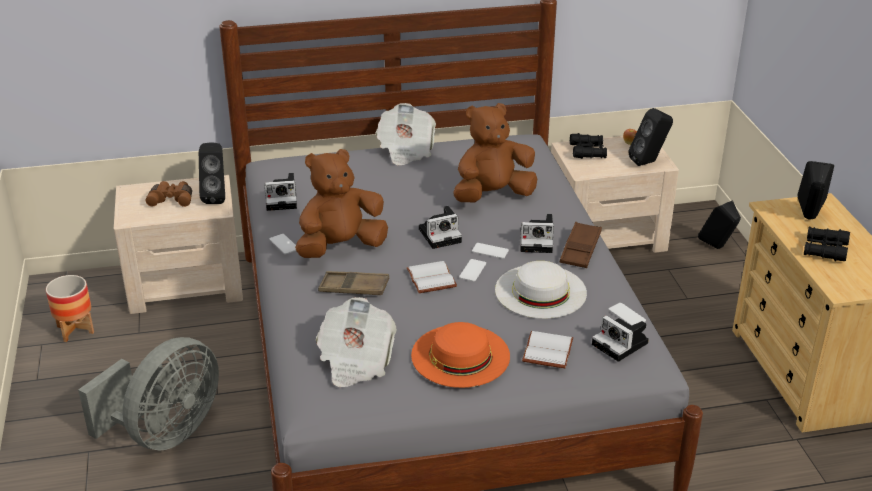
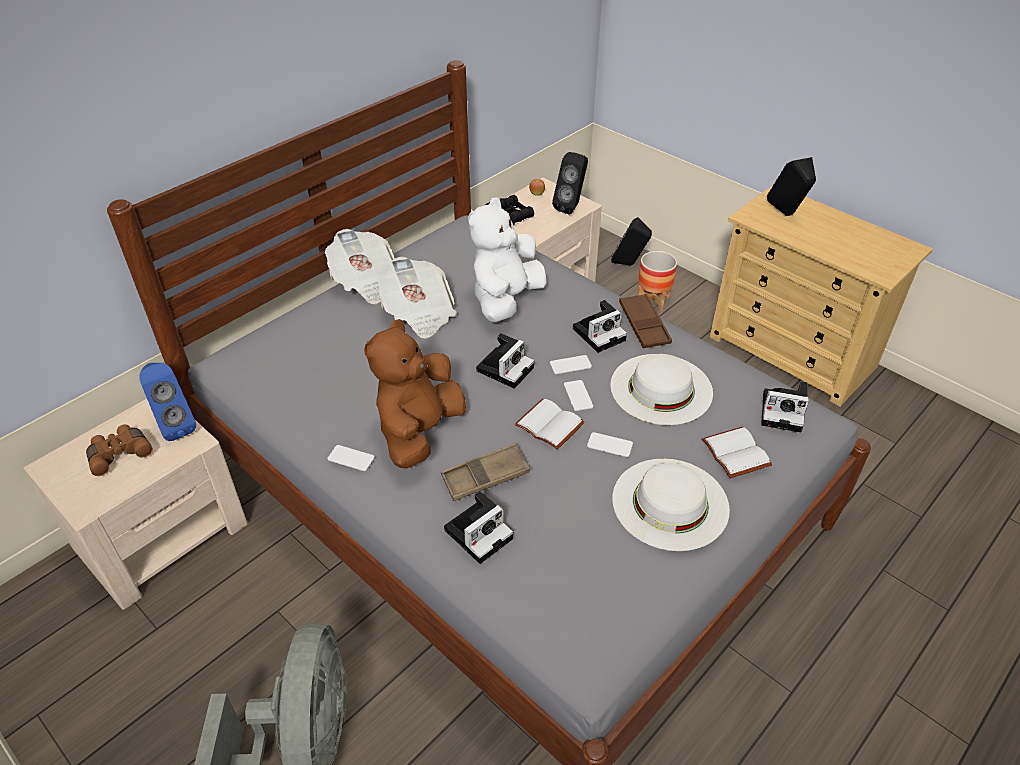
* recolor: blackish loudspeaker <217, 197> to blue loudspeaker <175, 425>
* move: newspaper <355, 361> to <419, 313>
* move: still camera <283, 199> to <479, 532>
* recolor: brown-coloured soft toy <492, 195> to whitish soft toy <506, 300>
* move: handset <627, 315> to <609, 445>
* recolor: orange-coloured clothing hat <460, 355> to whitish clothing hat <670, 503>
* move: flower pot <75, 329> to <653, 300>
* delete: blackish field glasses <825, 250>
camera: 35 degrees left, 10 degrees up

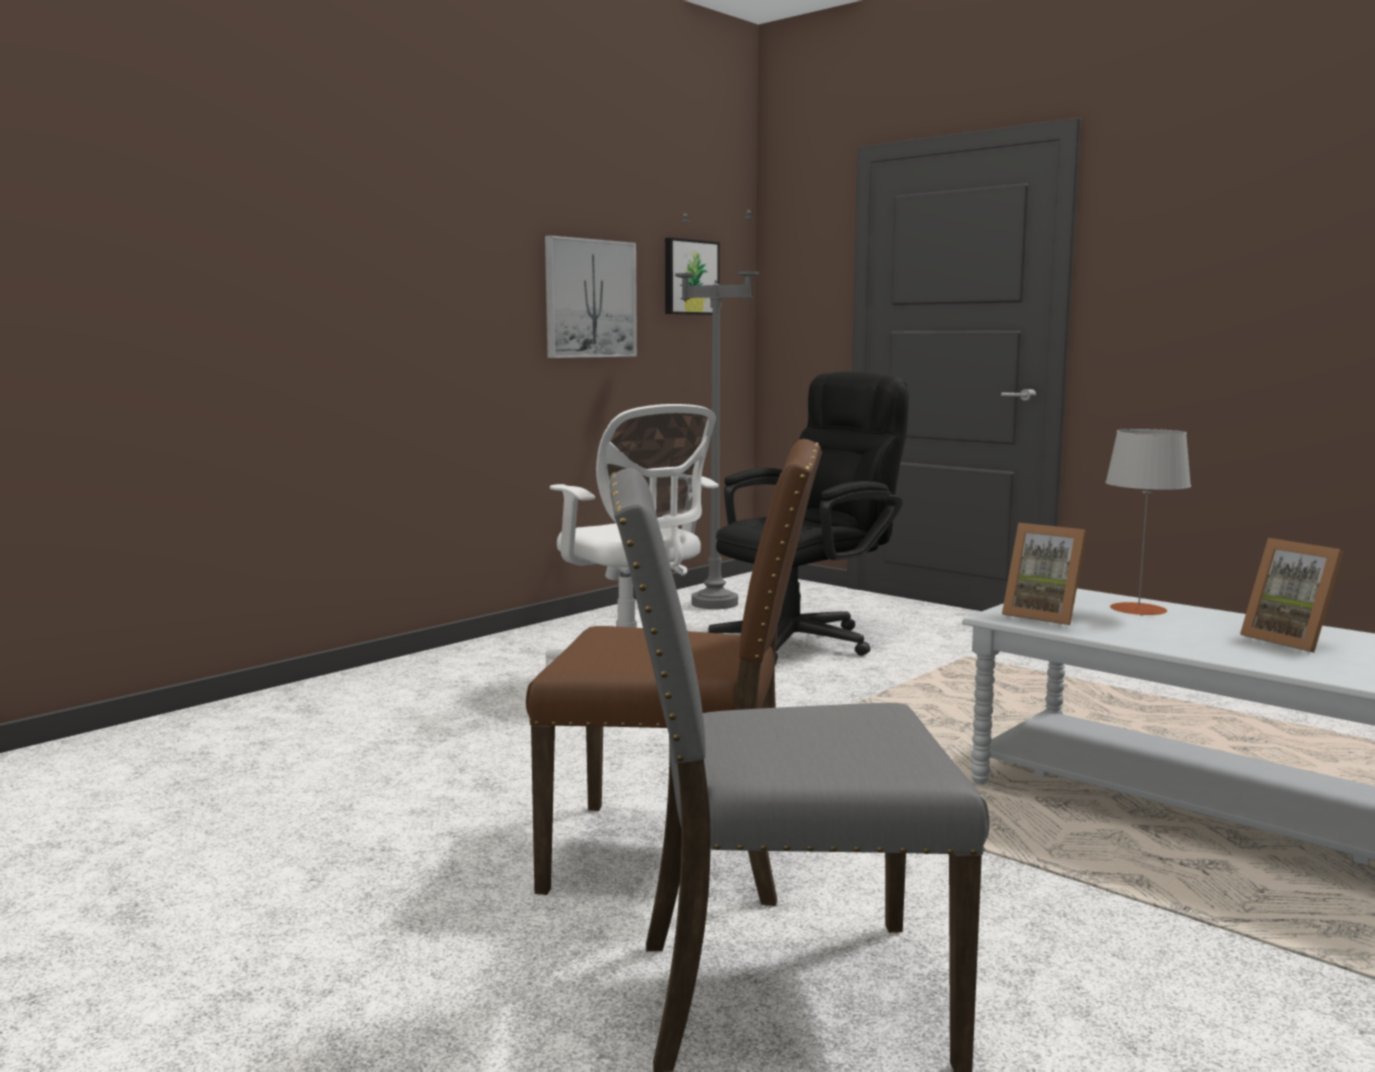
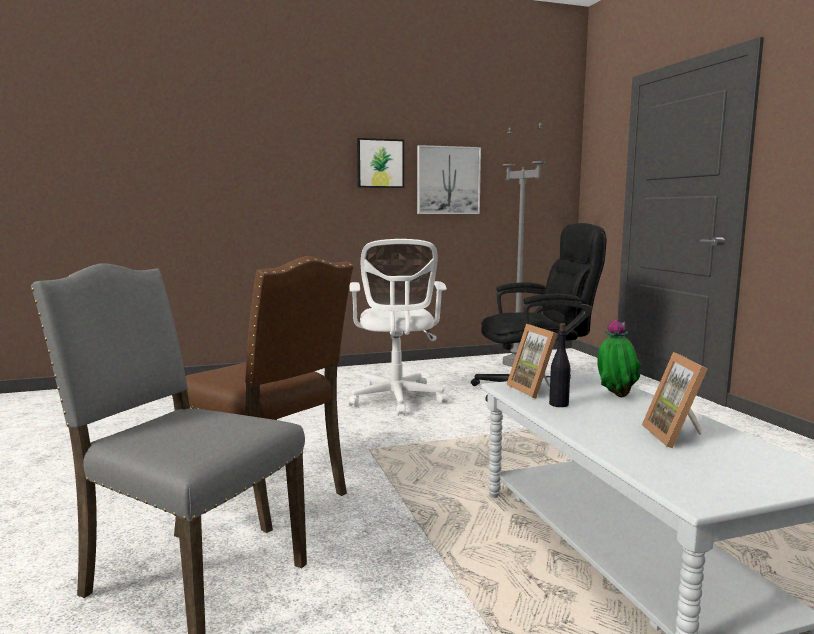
* move: wall picture <689, 277> to <380, 163>
* insert: blackish bottle <559, 404>
* replace: gray table lamp <1138, 609> to houseplant <615, 396>
camera: 30 degrees right, 0 degrees up

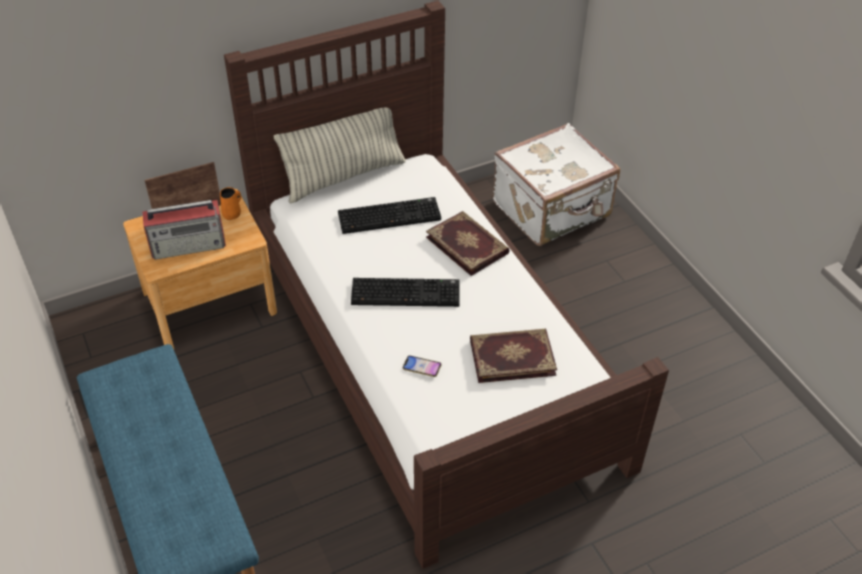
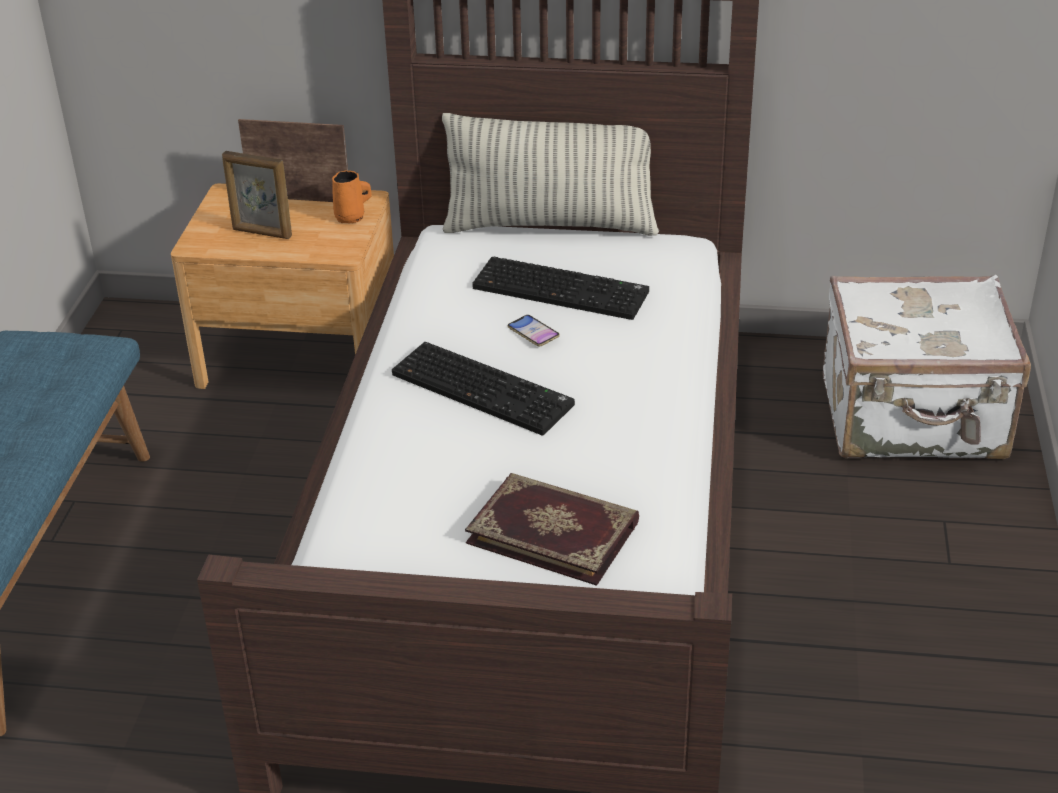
* replace: radio set <189, 245> to photo frame <262, 233>
* move: handset <422, 368> to <533, 334>
* delete: book <468, 244>
camera: 35 degrees right, 10 degrees down

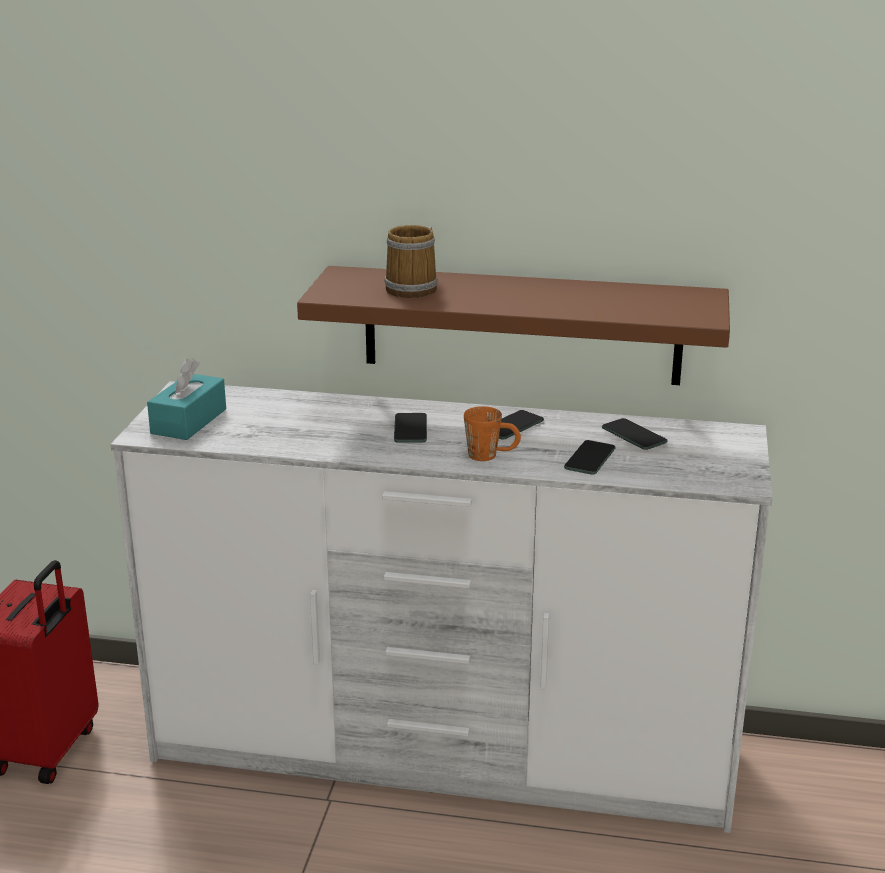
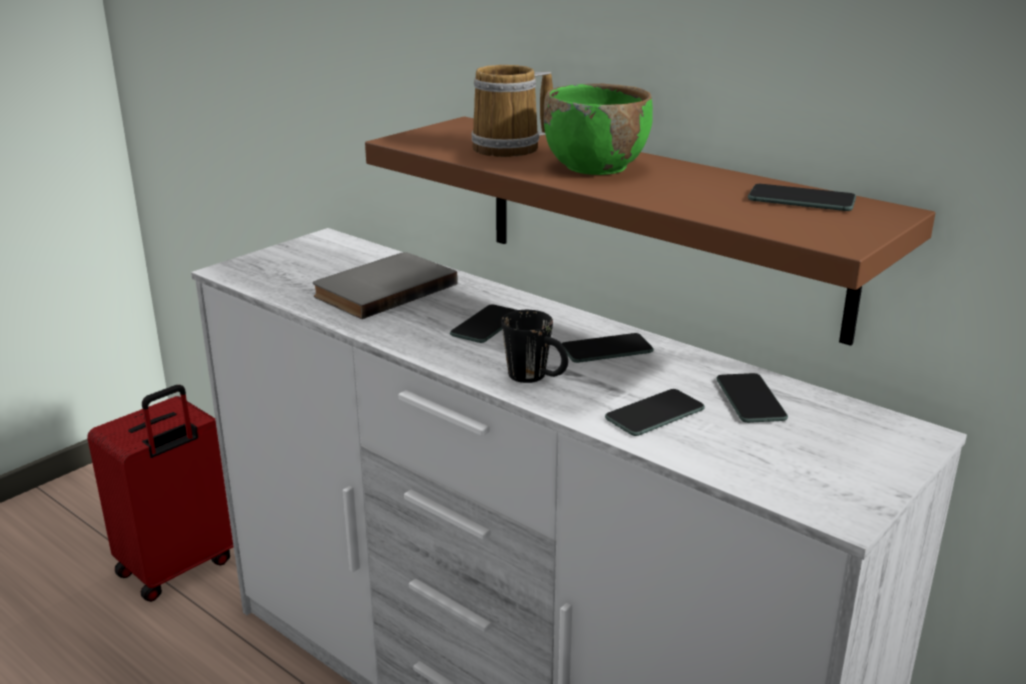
* insert: gray book <382, 289>
* recolor: orange-coloured tea mug <491, 456> to blackish tea mug <537, 378>
* insert: green-coloured bowl <596, 166>
* insert: handset <801, 199>
* delete: blue-green box of tissues <189, 421>
camera: 30 degrees right, 0 degrees up

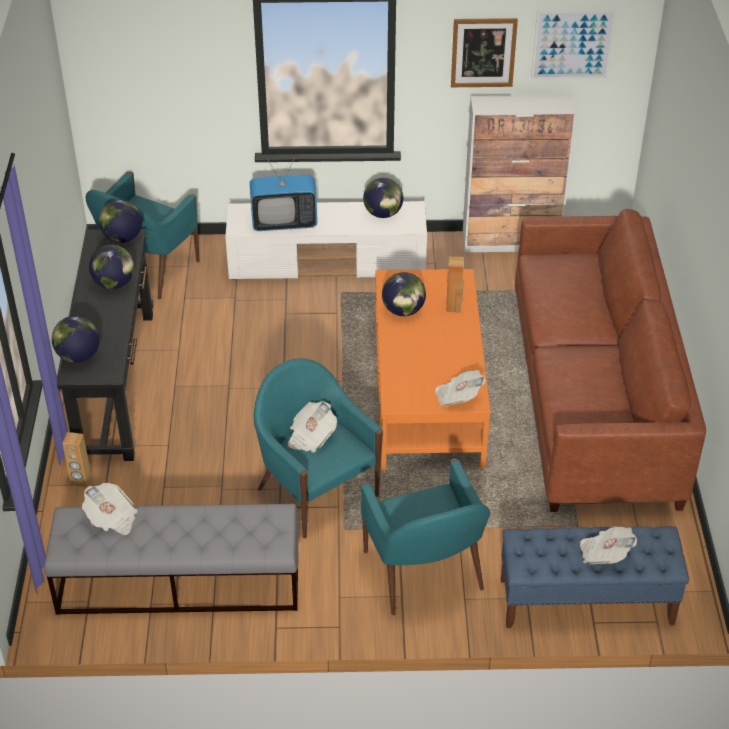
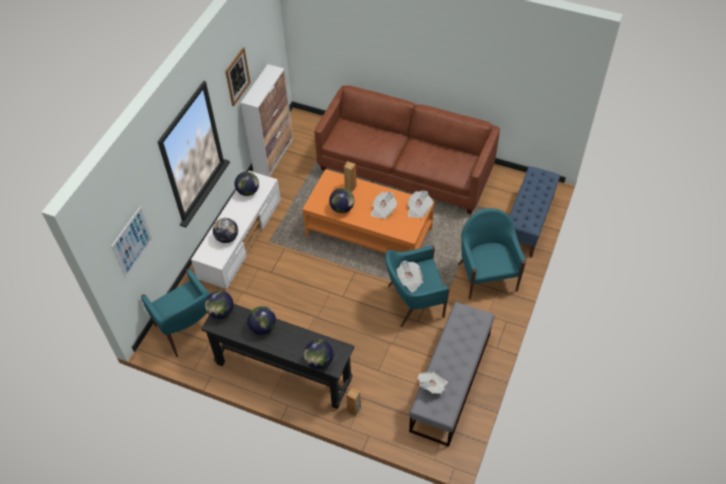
* move: wall picture <572, 44> to <132, 242>
* replace: TV set <284, 223> to desk globe <227, 238>
* move: newspaper <604, 554> to <382, 210>
* rotate: blue-green easy chair <424, 572> = <487, 276> 105 degrees counterclockwise
camera: 65 degrees left, 10 degrees up

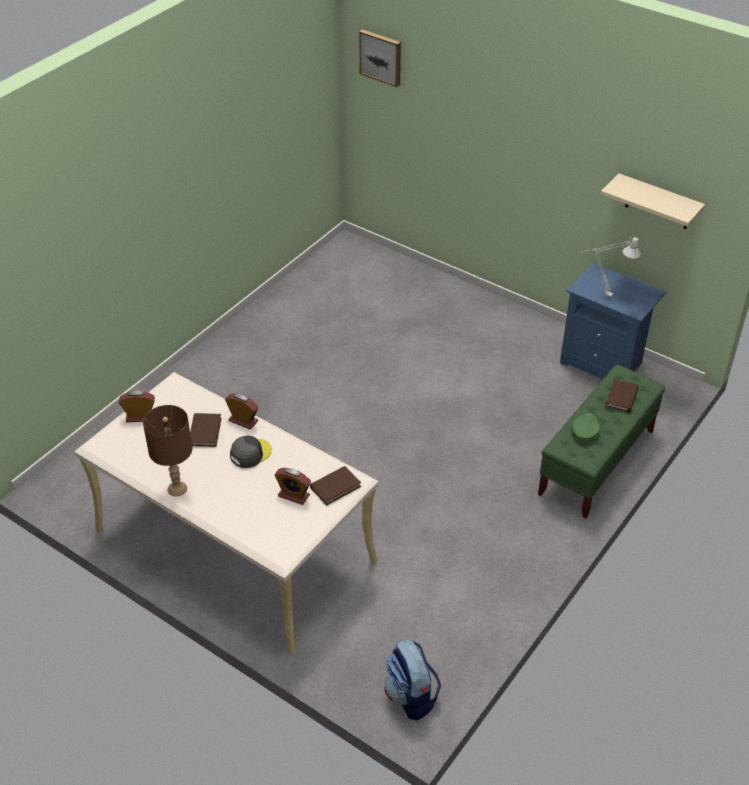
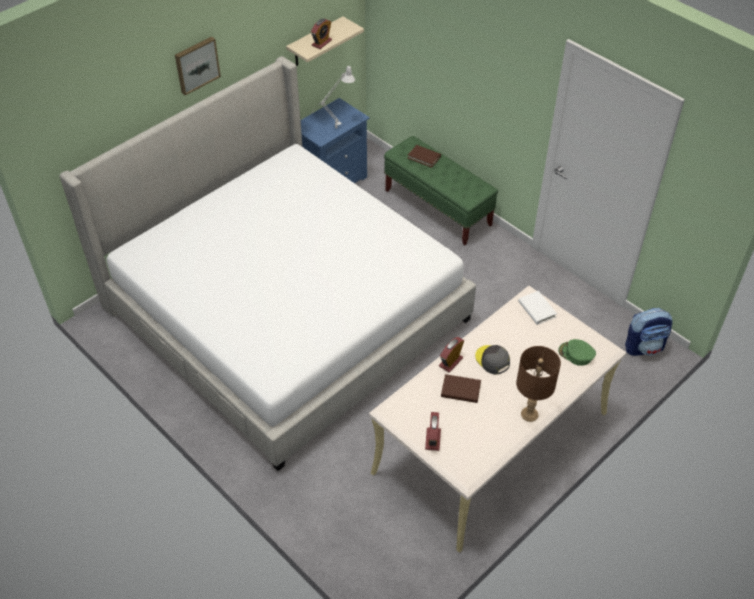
* insert: sleeping bed <286, 313>
* move: wall picture <381, 57> to <196, 64>
* move: table clock <293, 495> to <321, 43>
* recolor: brown-coloured book <335, 487> to whitish book <537, 309>
* move: green-coloured peaked cap <585, 430> to <576, 354>
camera: 80 degrees left, 5 degrees up

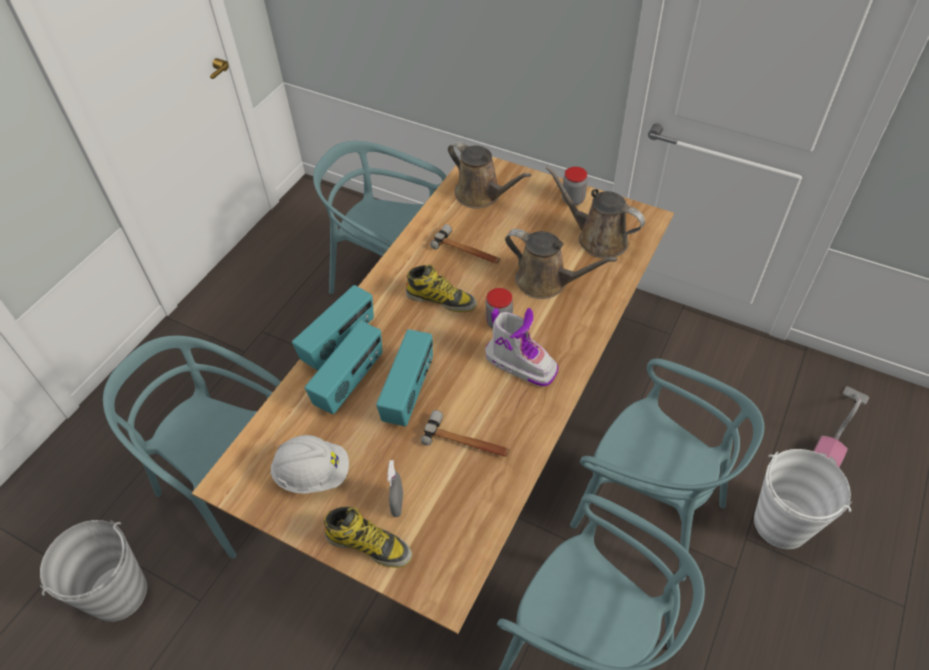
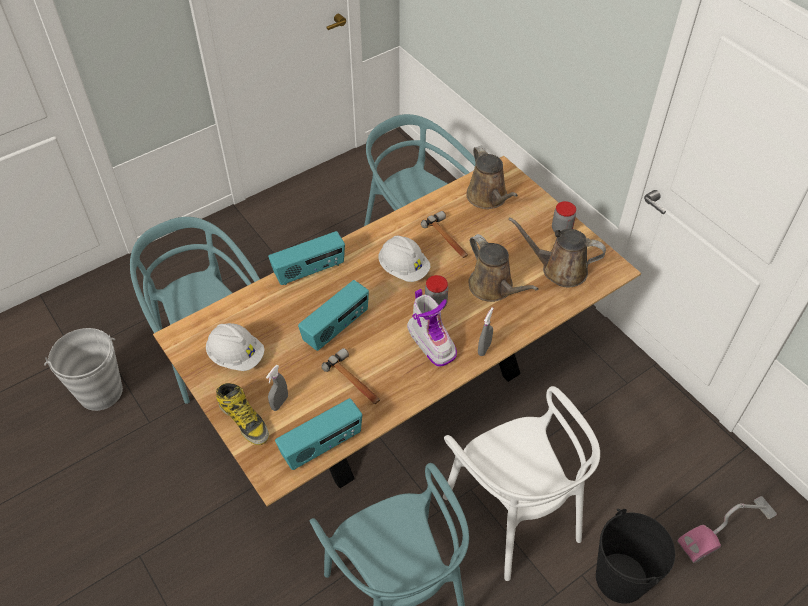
* move: radio set <350, 382> to <322, 446>
* replace: high-top boot <441, 299> to whitish safety helmet <403, 269>
* recolor: blue-green plain chair <648, 509> to whitish plain chair <514, 514>
* insert: gray hand sprayer <484, 348>
* rotate: brown-coloured watering pot <597, 238> = <559, 269> 45 degrees counterclockwise
* recolor: whitish pail <780, 524> to blackish pail <620, 578>
camera: 25 degrees right, 0 degrees up

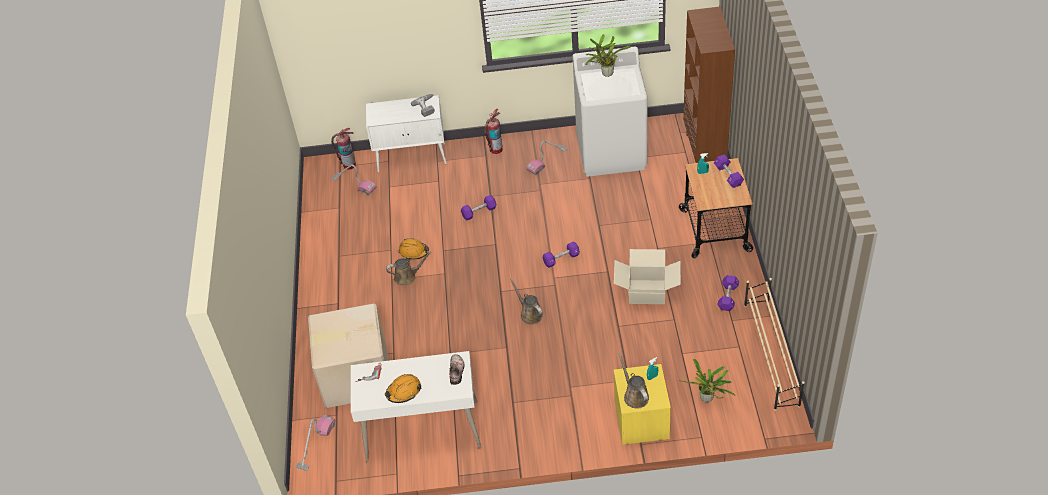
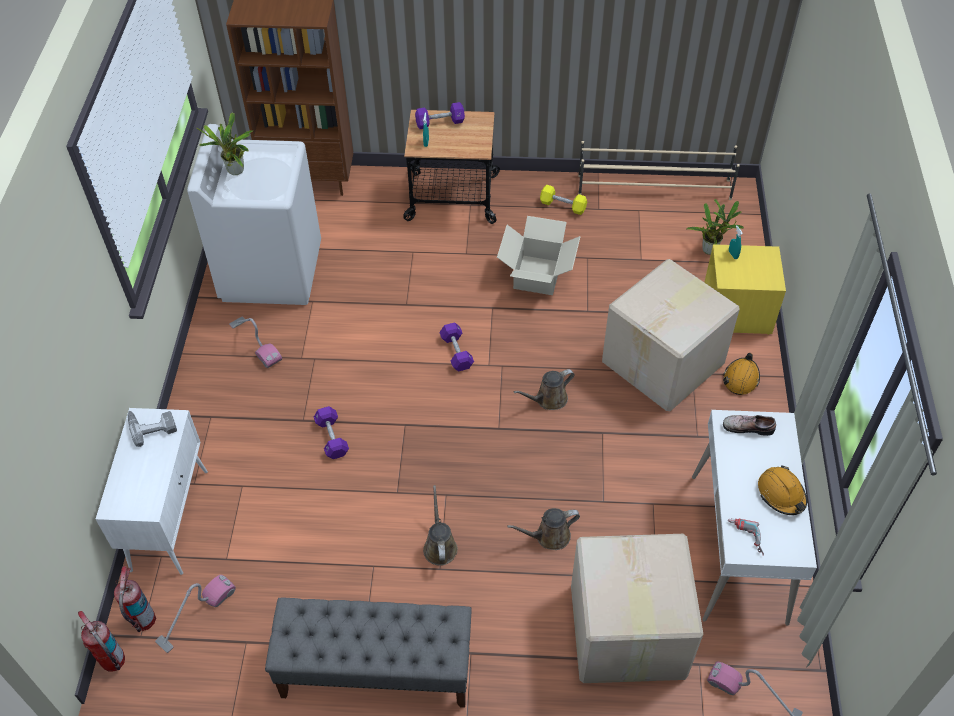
* move: extinguisher <495, 149> to <113, 661>
* insert: gray long seat <375, 670>
* move: brown-coloured watering pot <634, 395> to <549, 536>
* recolor: purple hand weight <728, 297> to yellow hand weight <563, 206>
* insert: packing box <664, 363>
* move: orange-coloured safety helmet <414, 252> to <741, 378>
camera: 85 degrees left, 5 degrees up

